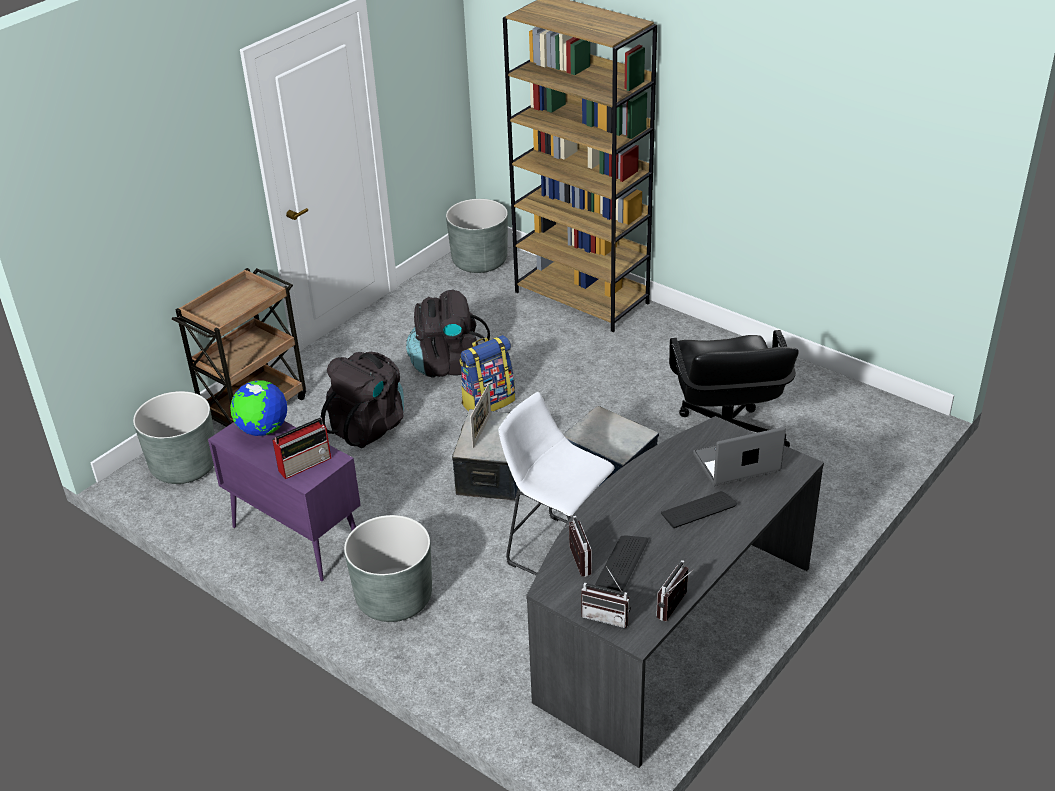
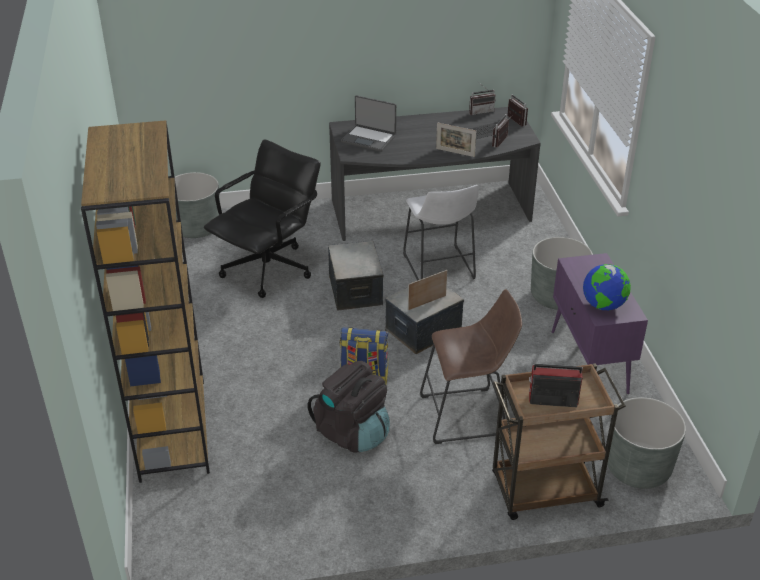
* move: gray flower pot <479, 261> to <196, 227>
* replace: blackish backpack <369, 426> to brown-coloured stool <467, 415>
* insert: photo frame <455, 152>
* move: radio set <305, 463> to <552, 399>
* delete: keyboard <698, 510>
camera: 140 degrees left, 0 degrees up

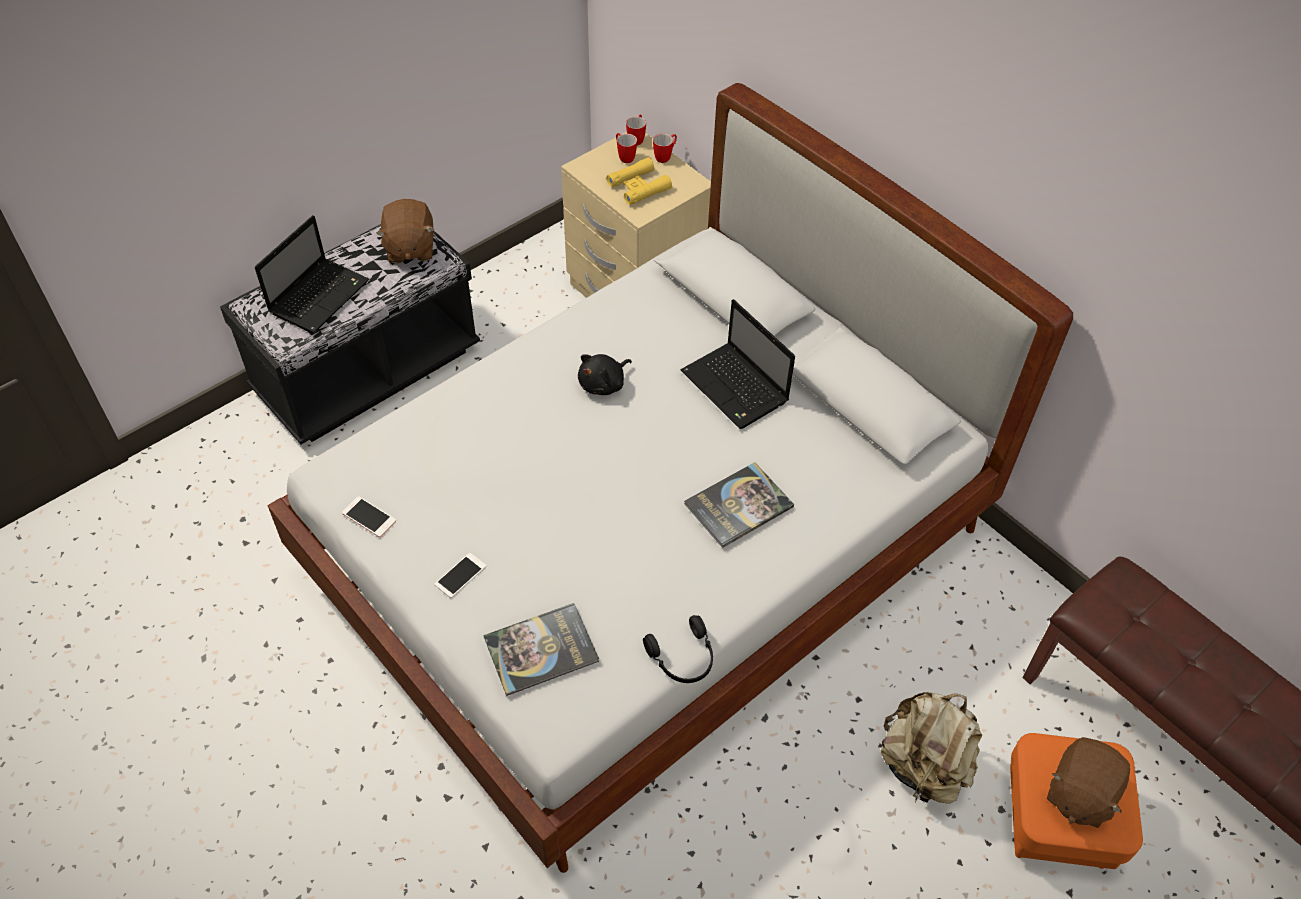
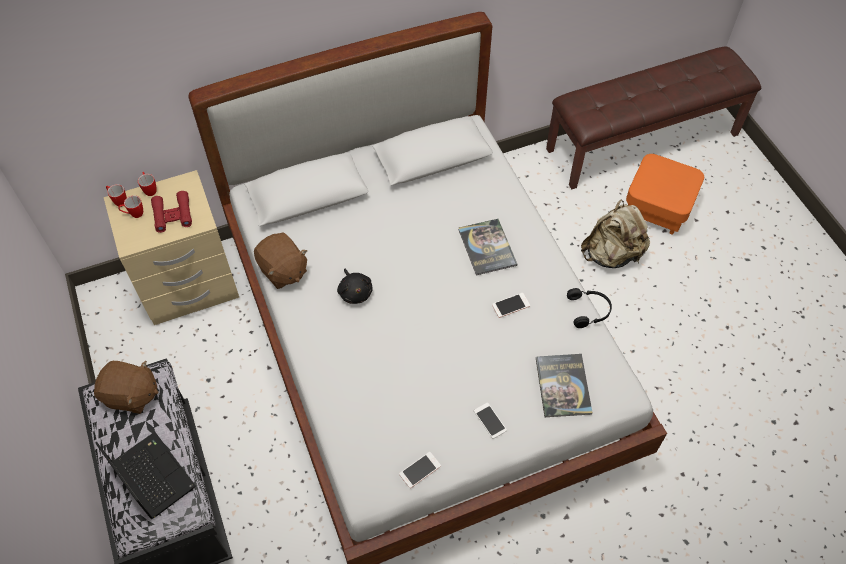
* recolor: yellow field glasses <638, 187> to red-coloured field glasses <173, 215>
* move: brown-coloured soft toy <1079, 793> to <283, 271>
* insert: handset <511, 305>
* delete: notebook computer <736, 388>
camera: 70 degrees left, 5 degrees up

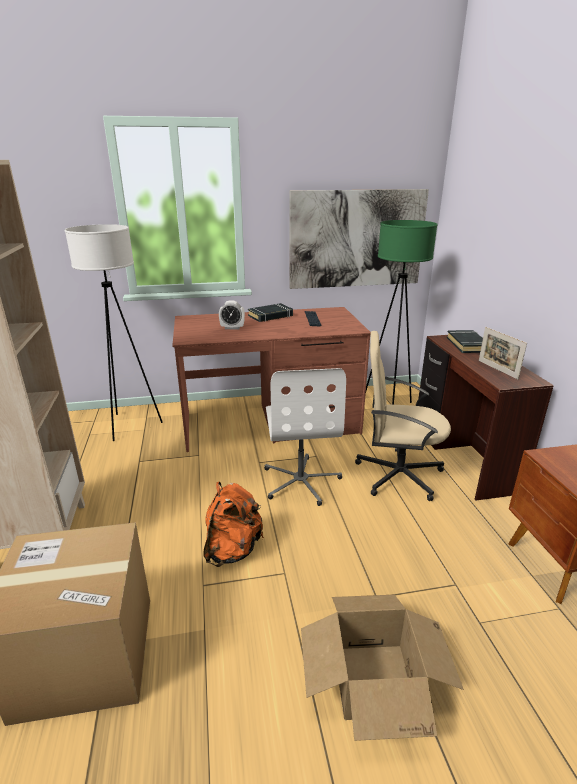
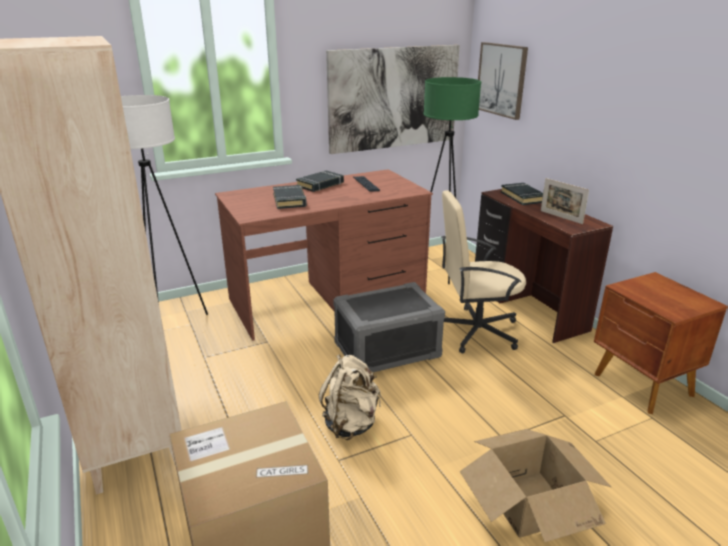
* replace: table clock <232, 328> to blackish book <289, 200>
* recolor: orange-coloured backpack <233, 549> to beige backpack <351, 423>
* replace: whitish desk chair <301, 481> to gray storage bin <387, 350>
* insert: wall picture <501, 80>
camera: 15 degrees left, 0 degrees up

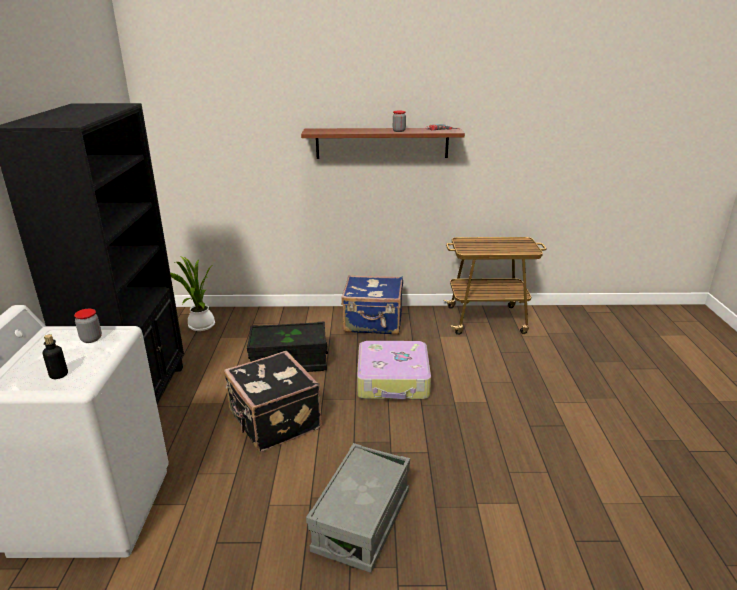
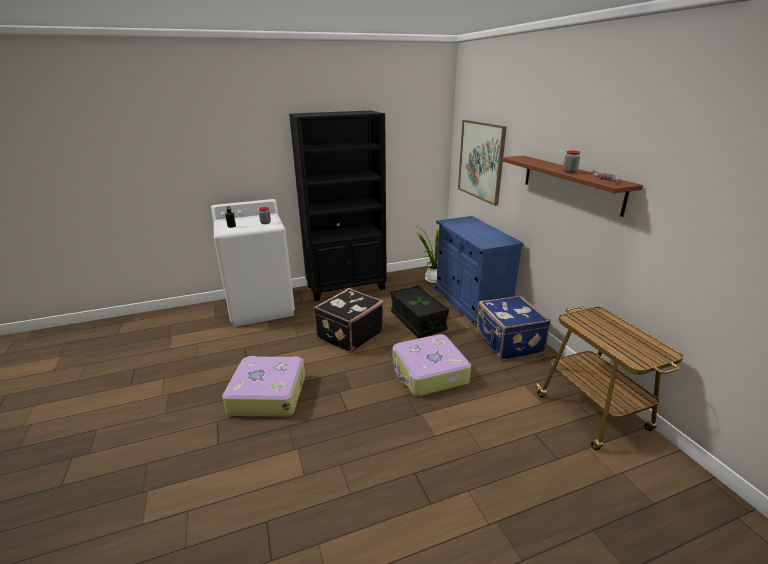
* replace: gray storage bin <362, 522> to travel case <267, 394>
* insert: blue cupboard <470, 303>
* insert: wall picture <481, 161>
camera: 70 degrees right, 0 degrees up

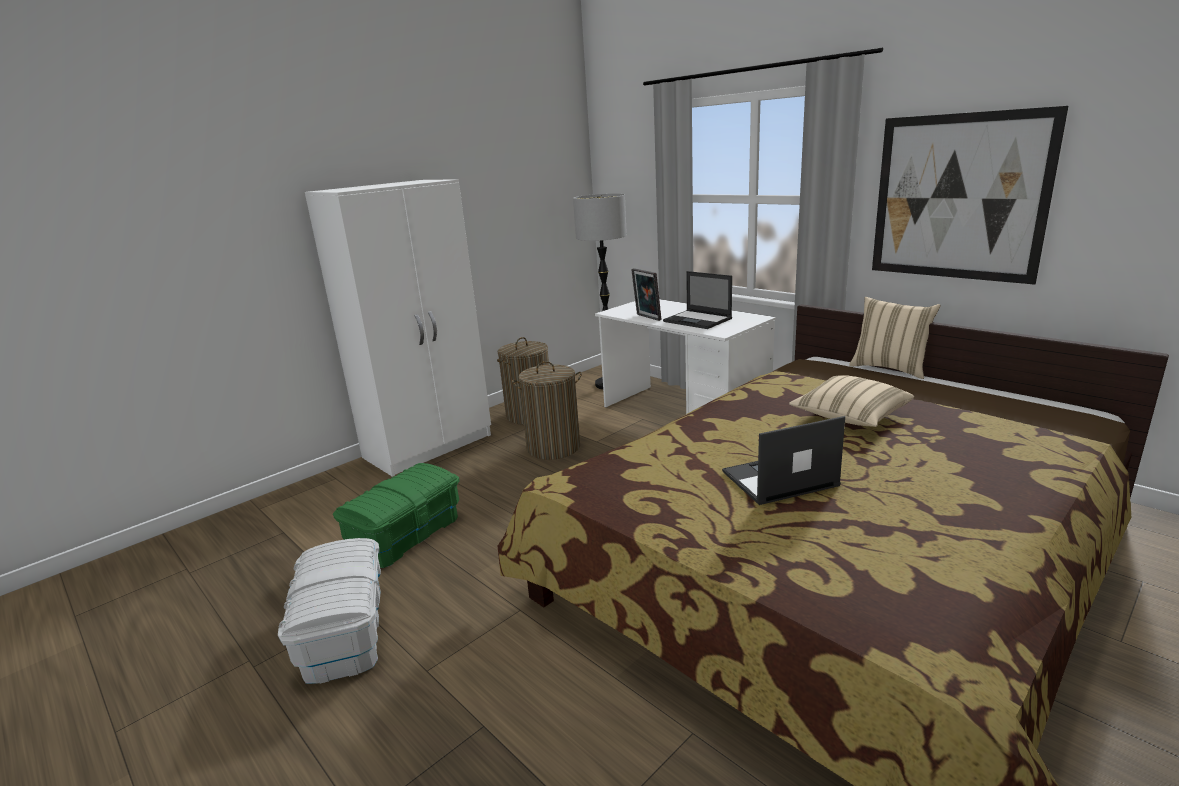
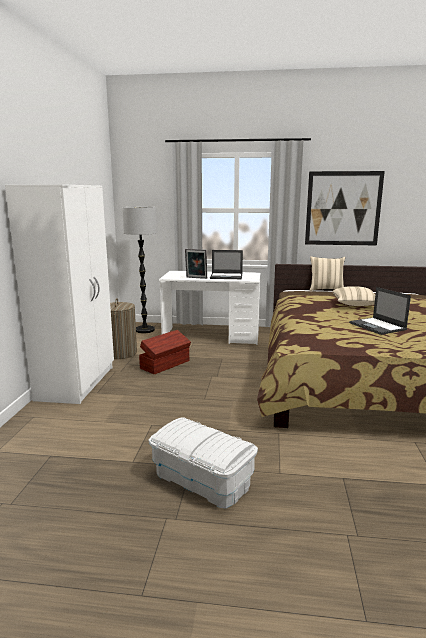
* replace: laundry basket <553, 447> to brown-coloured storage bin <166, 364>
* rotate: notebook computer <778, 479> = <378, 326> 60 degrees counterclockwise
* delete: green-coloured storage bin <406, 534>
camera: 40 degrees left, 5 degrees down

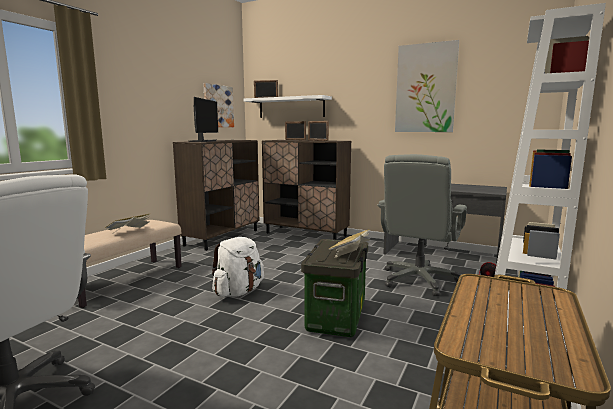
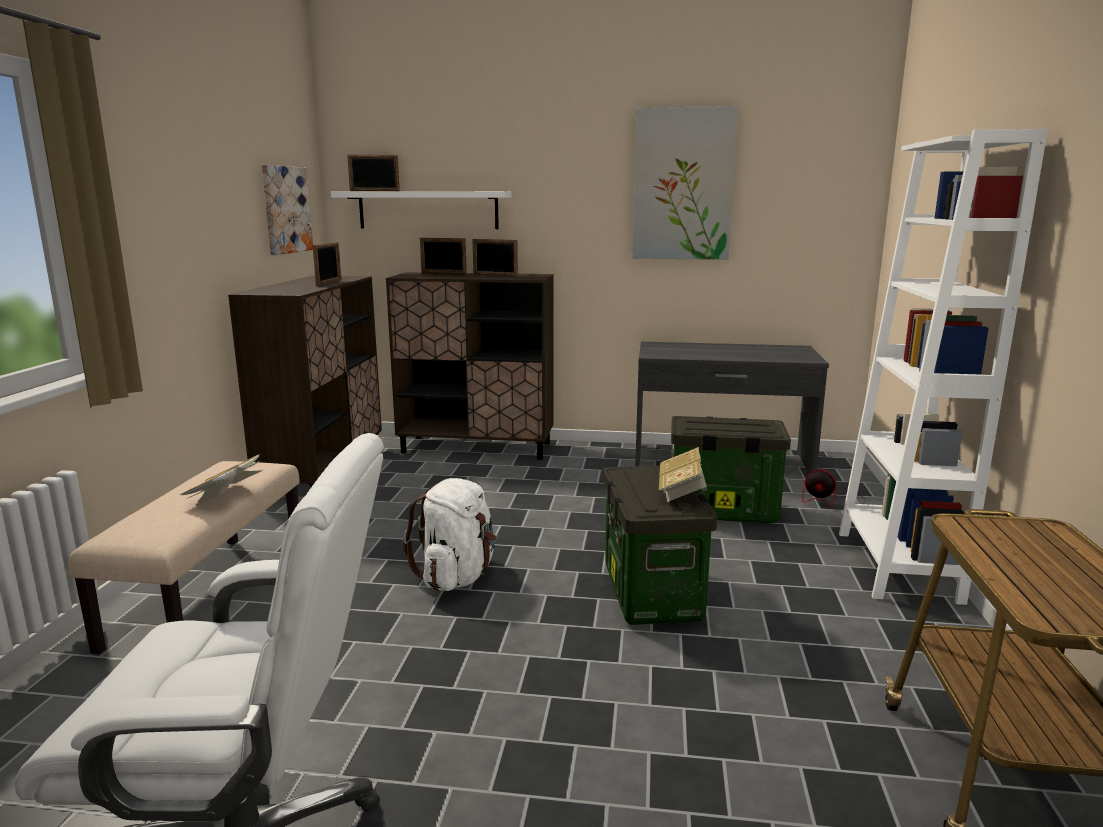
* insert: photo frame <329, 283>
* replace: gray desk chair <418, 280> to storage bin <721, 510>
* delete: monitor <203, 141>
camera: 20 degrees left, 5 degrees up

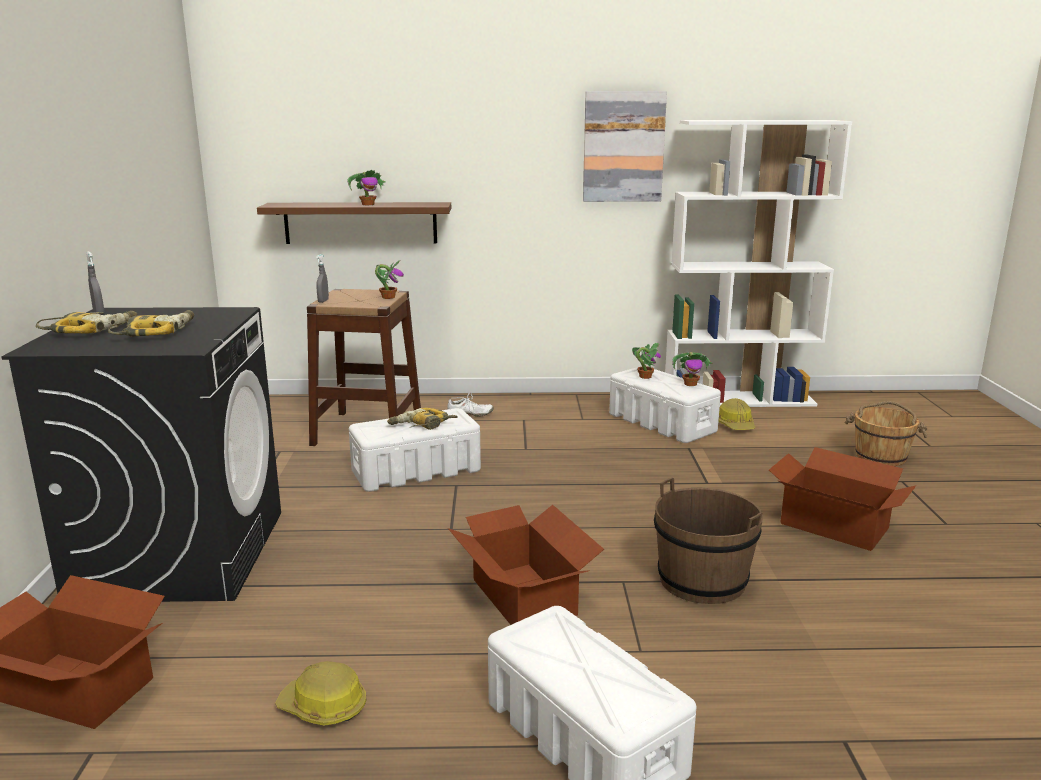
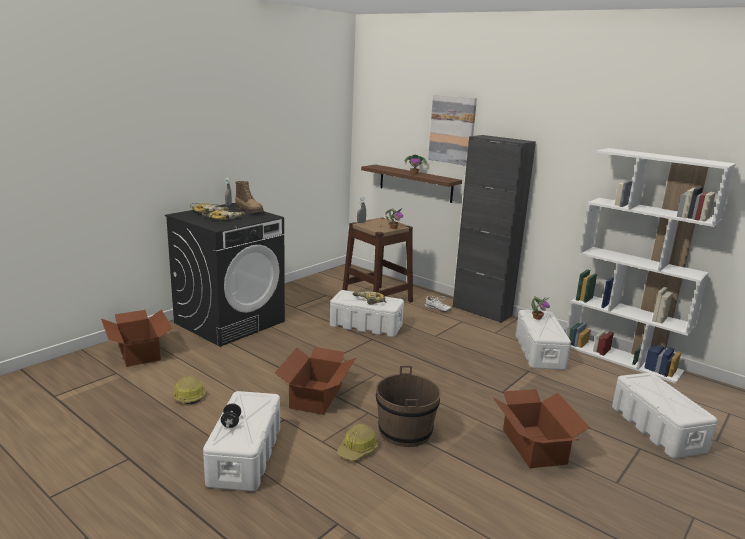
* insert: blackish hand weight <231, 423>
* insert: high-top boot <249, 211>
* move: safety helmet <735, 425> to <358, 450>
* move: wall picture <623, 147> to <452, 130>
* insert: blackish cupboard <482, 311>
* replace: brown-coloured pail <881, 456> to whitish storage bin <657, 429>
* delete: houseplant <691, 384>
camera: 40 degrees right, 0 degrees up

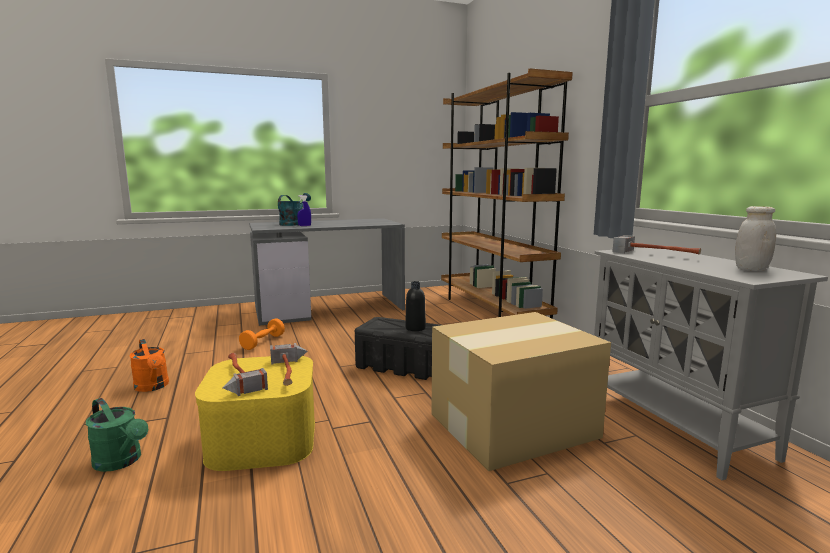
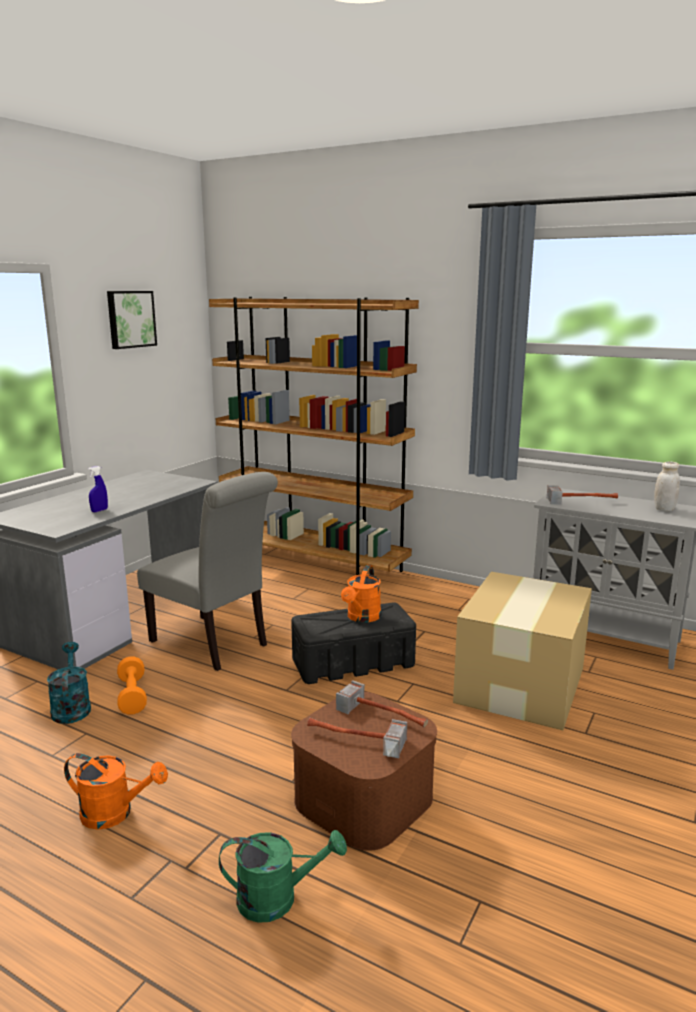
* move: blue-green watering pot <293, 224> to <71, 707>
* insert: wall picture <130, 319>
* insert: gray plain chair <214, 644>
* recolor: yellow storage bin <263, 439> to brown-coloured storage bin <364, 798>
* replace: blackish bottle <415, 328> to orange-coloured watering pot <362, 618>
camera: 40 degrees left, 5 degrees up

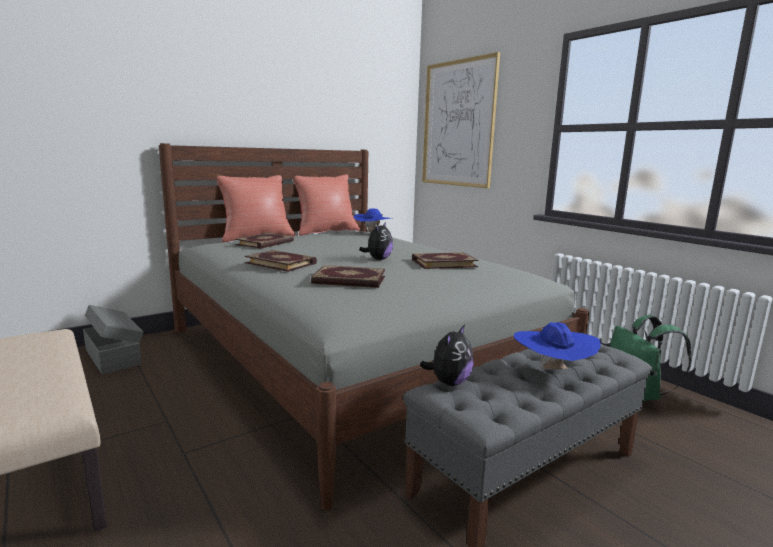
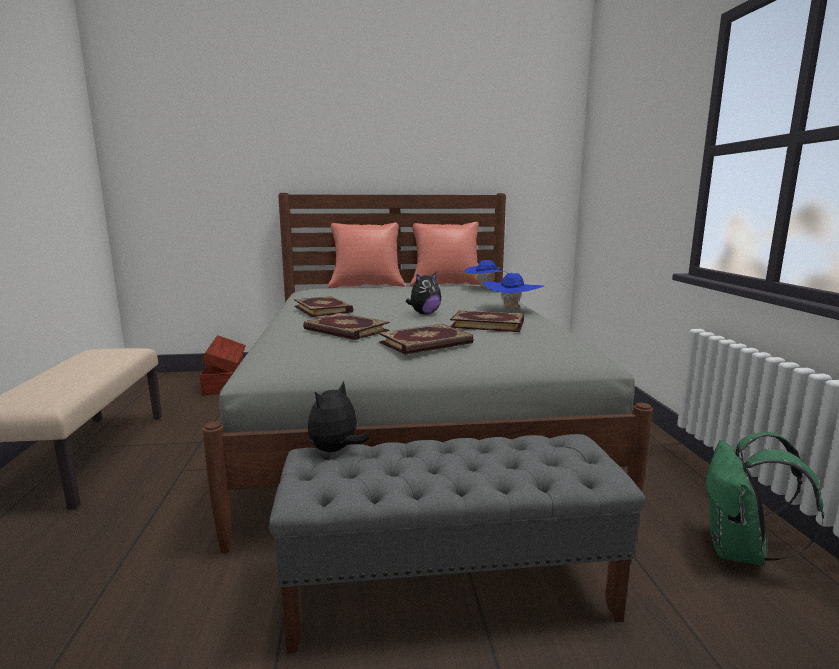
* recolor: gray storage bin <114, 356> to brown-coloured storage bin <225, 382>
* rotate: soft toy <449, 382> = <336, 450> 150 degrees clockwise
* move: book <265, 243> to <426, 343>
* move: blue clothing hat <552, 371> to <511, 309>
* delete: wall picture <458, 124>
camera: 30 degrees right, 0 degrees up

